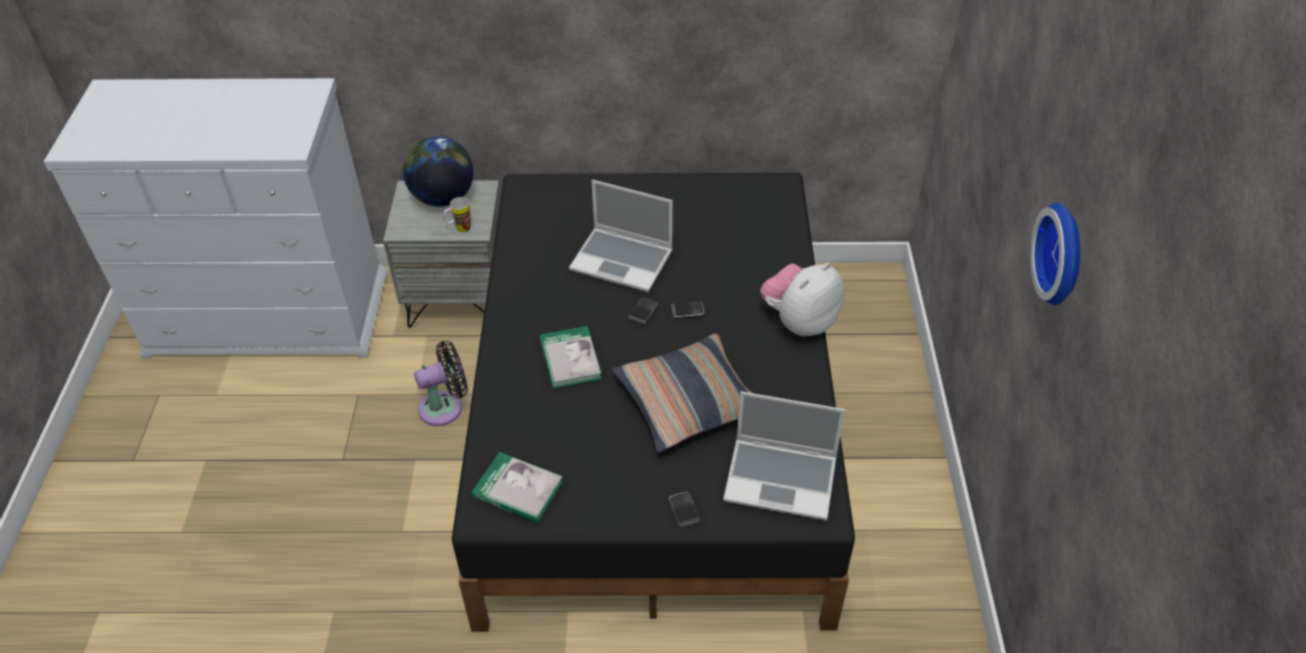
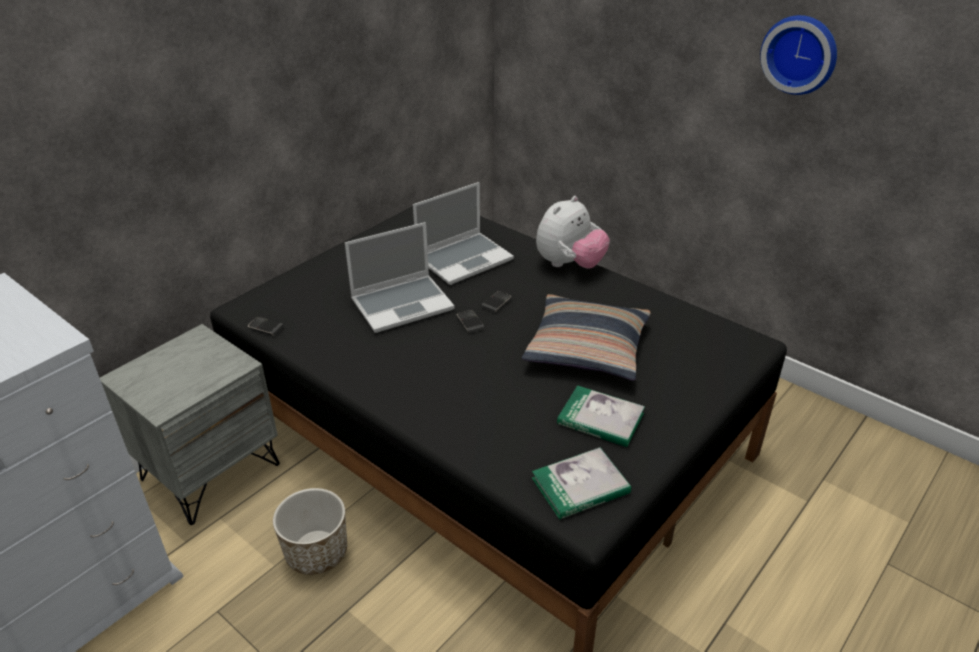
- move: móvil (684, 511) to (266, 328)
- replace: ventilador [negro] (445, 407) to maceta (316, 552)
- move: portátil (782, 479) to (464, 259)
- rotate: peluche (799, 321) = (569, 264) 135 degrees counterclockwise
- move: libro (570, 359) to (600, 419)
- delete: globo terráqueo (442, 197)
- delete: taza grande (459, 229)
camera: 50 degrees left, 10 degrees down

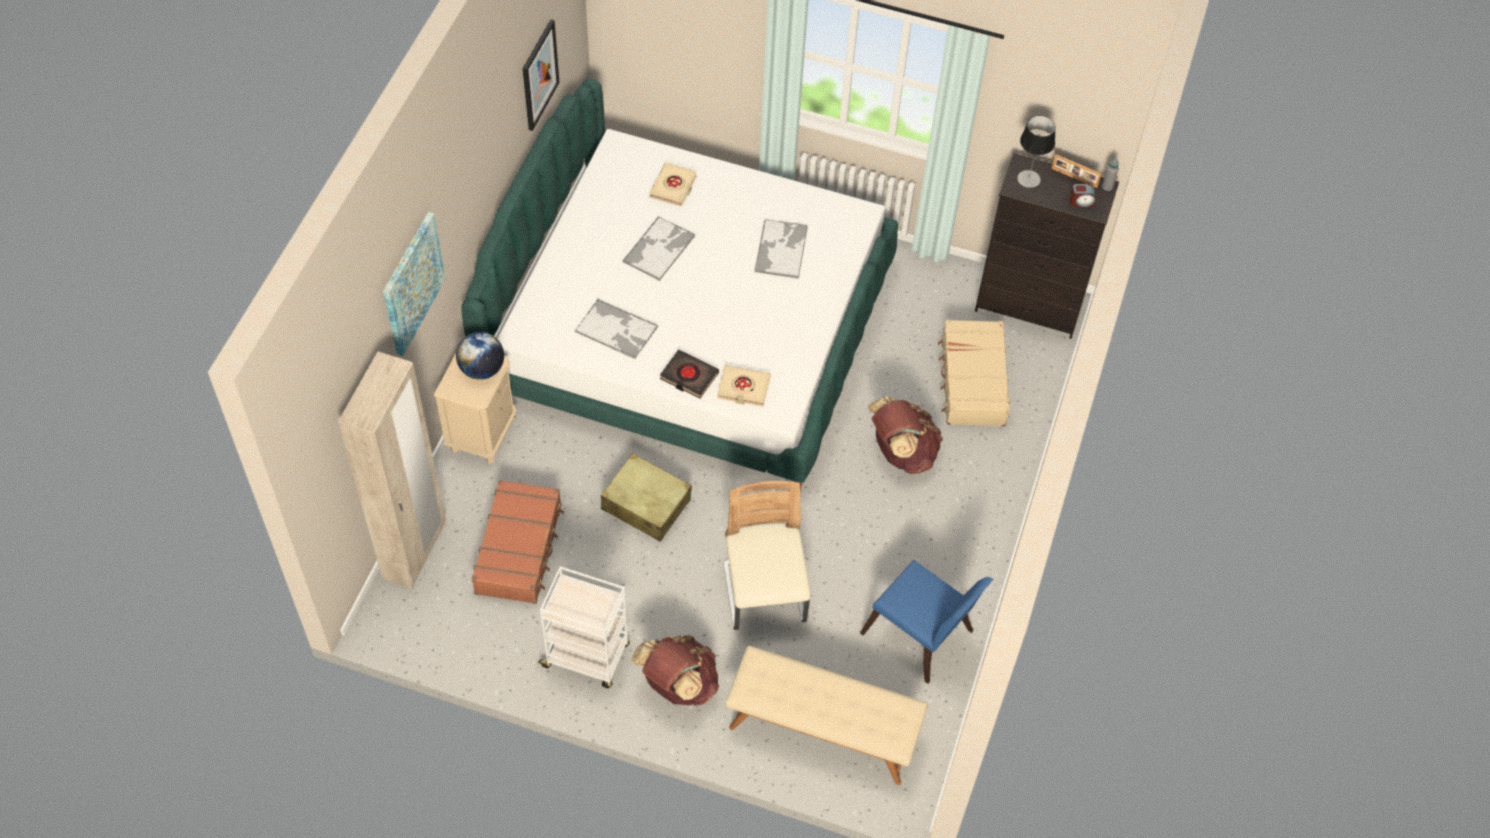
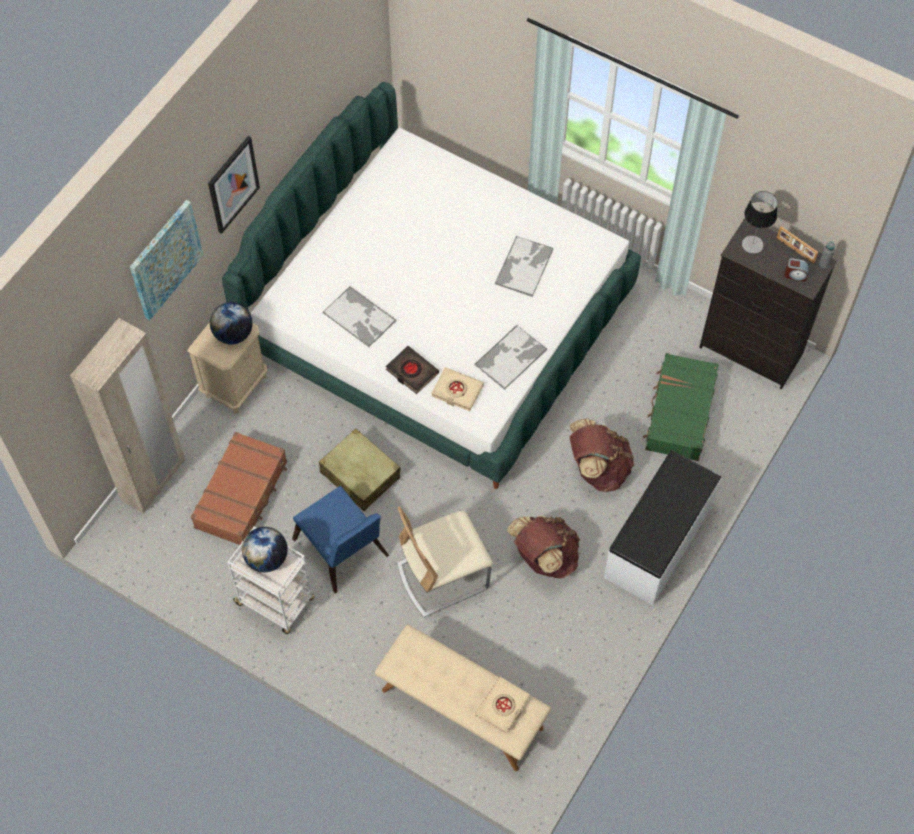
- move: cuadro (539, 75) to (233, 184)
- insert: globo terráqueo (267, 558)
- move: silla [azul] (921, 638) to (343, 553)
- rotate: silla [beis] (764, 594) = (442, 576) 120 degrees counterclockwise
- move: bandeja (659, 248) to (511, 357)
- move: libro [beis] (673, 187) to (503, 707)
- move: mochila [marrón] (678, 685) to (544, 557)
- insert: banco [blanco] (659, 542)
- recolor: maleta [beis] (972, 381) to maleta [verde] (679, 413)
camera: 15 degrees right, 5 degrees up

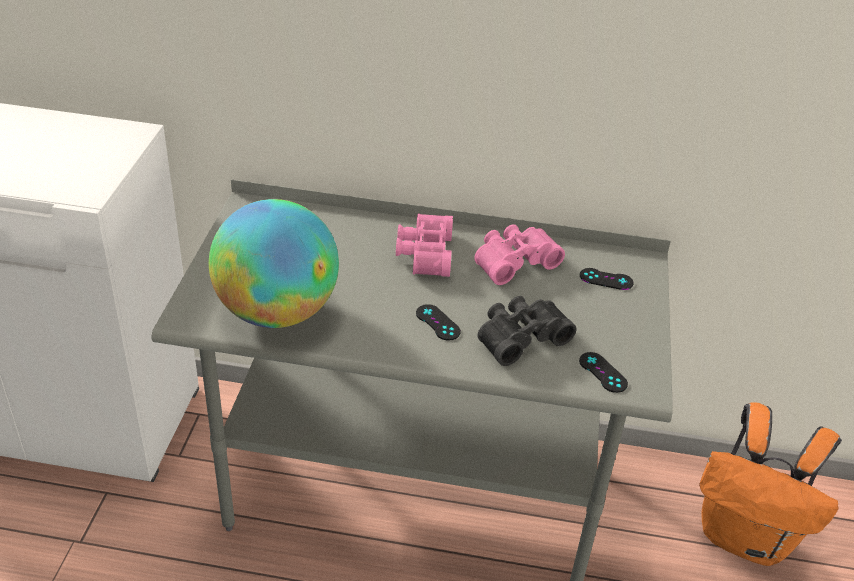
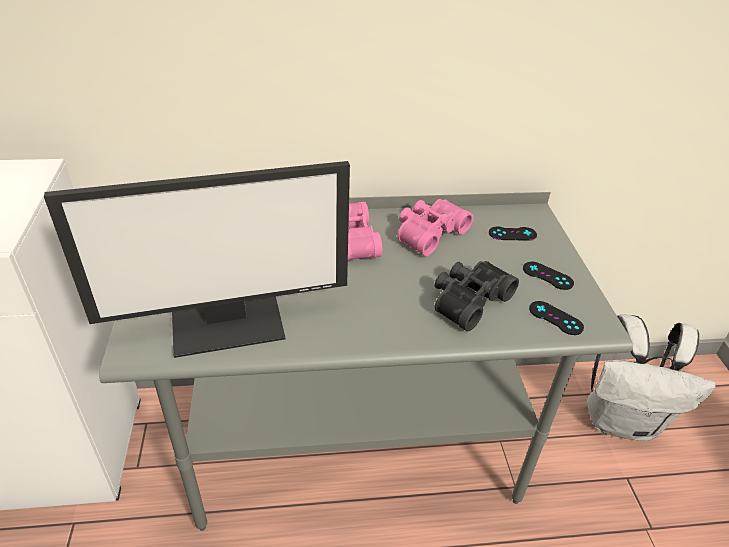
- replace: globo terráqueo (277, 311) to monitor (229, 323)
- move: mando de consola [negro] (437, 322) to (547, 276)
- recolor: mochila [naranja] (746, 537) to mochila [blanco] (622, 420)
camera: 15 degrees left, 0 degrees up

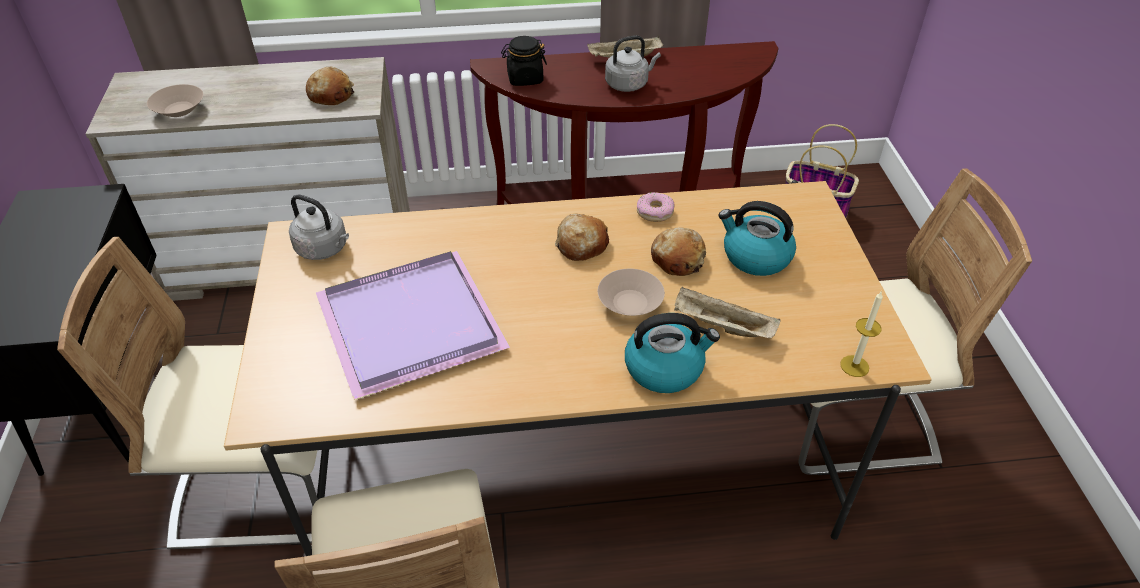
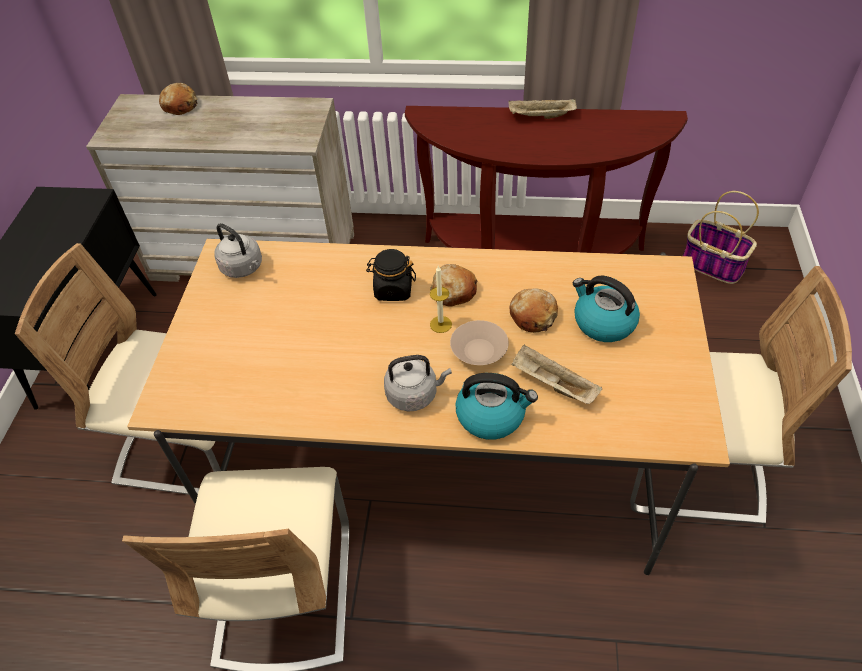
- move: pan (331, 95) to (180, 106)
- move: tarro [negro] (525, 78) to (393, 289)
- move: hervidor [gris] (628, 84) to (414, 394)
- move: vela (854, 366) to (440, 324)
- delete: cuenco [beis] (179, 110)
- delete: bandeja [morado] (408, 327)
- delete: rosquilla (655, 212)
camera: 15 degrees right, 5 degrees up

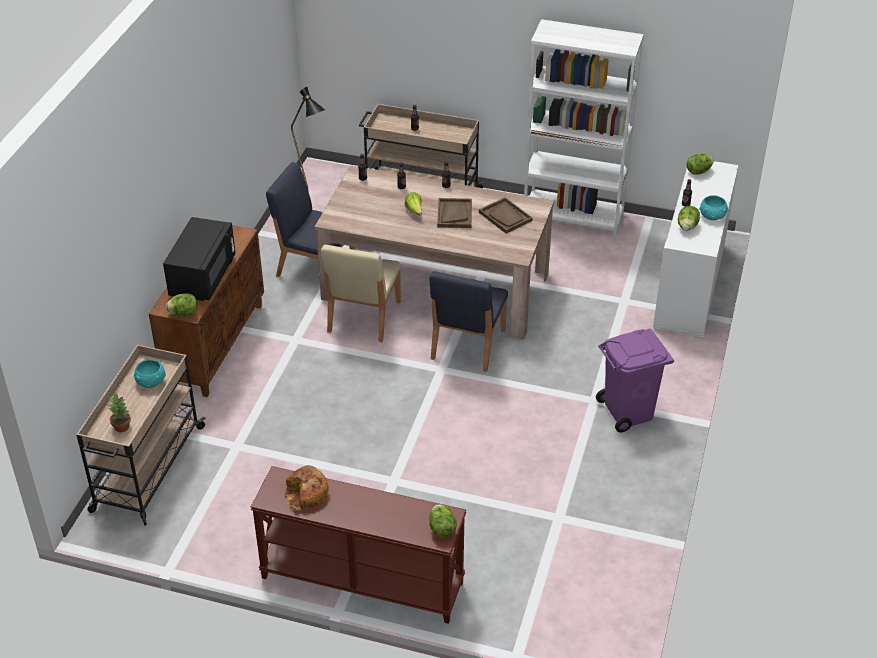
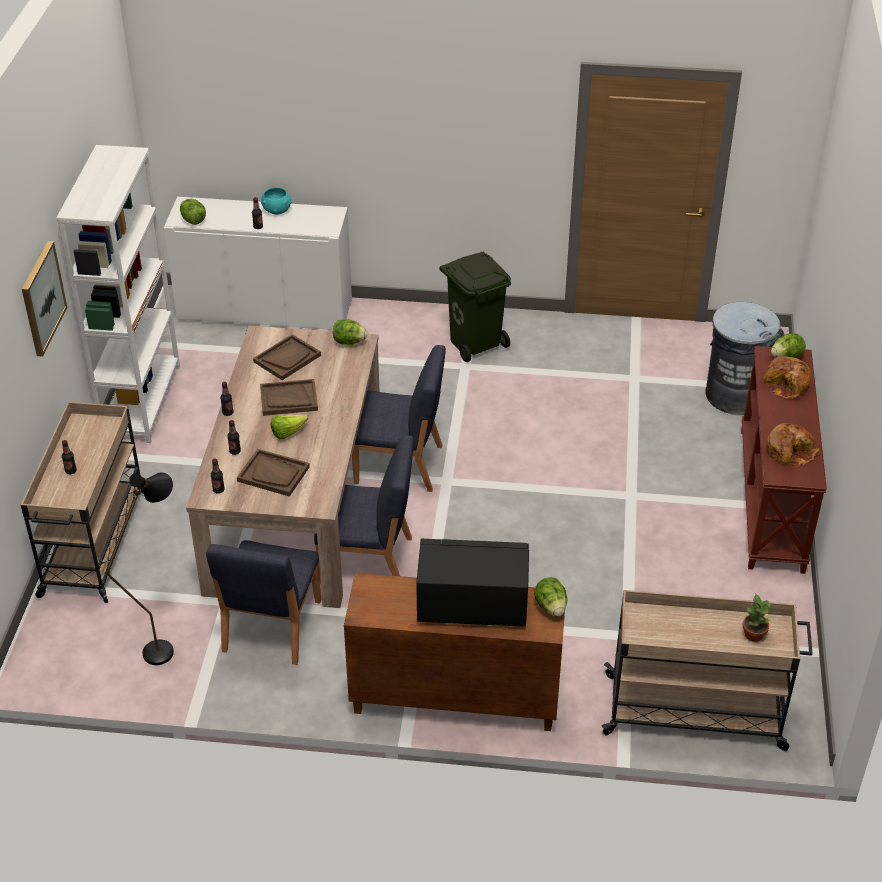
- insert: cuadro (42, 298)
- insert: bandeja [marrón] (273, 474)
- recolor: silla [beis] (363, 317) to silla [azul] (368, 561)
- move: lechuga (687, 227) to (349, 342)
- recolor: papelera [morado] (629, 412) to papelera [verde] (476, 343)
- insert: papelera [gris] (735, 395)
- insert: pan (787, 384)
- delete: cuenco [turquesa] (150, 382)
camera: 100 degrees left, 0 degrees up

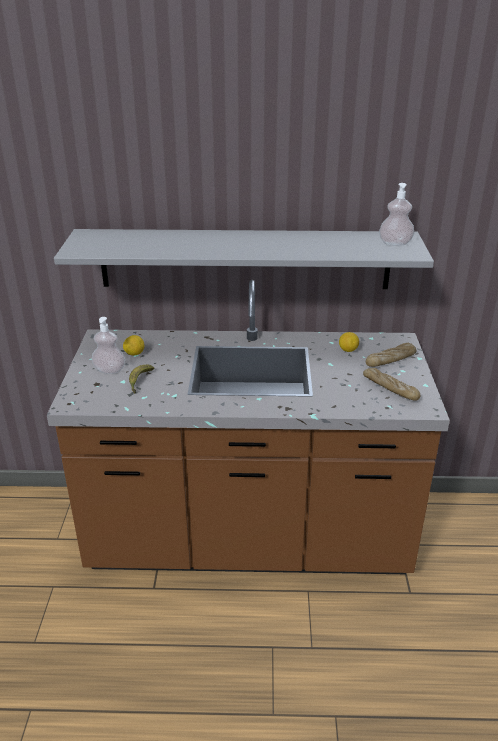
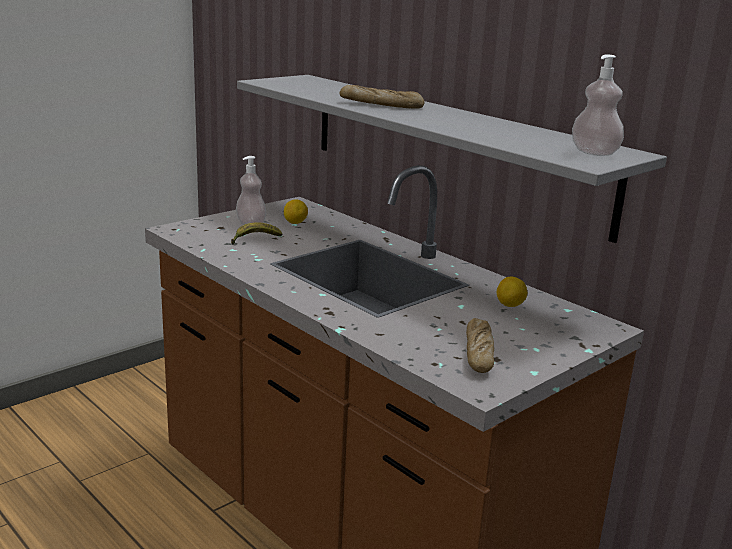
- move: pan (390, 360) to (381, 105)
camera: 45 degrees right, 10 degrees down

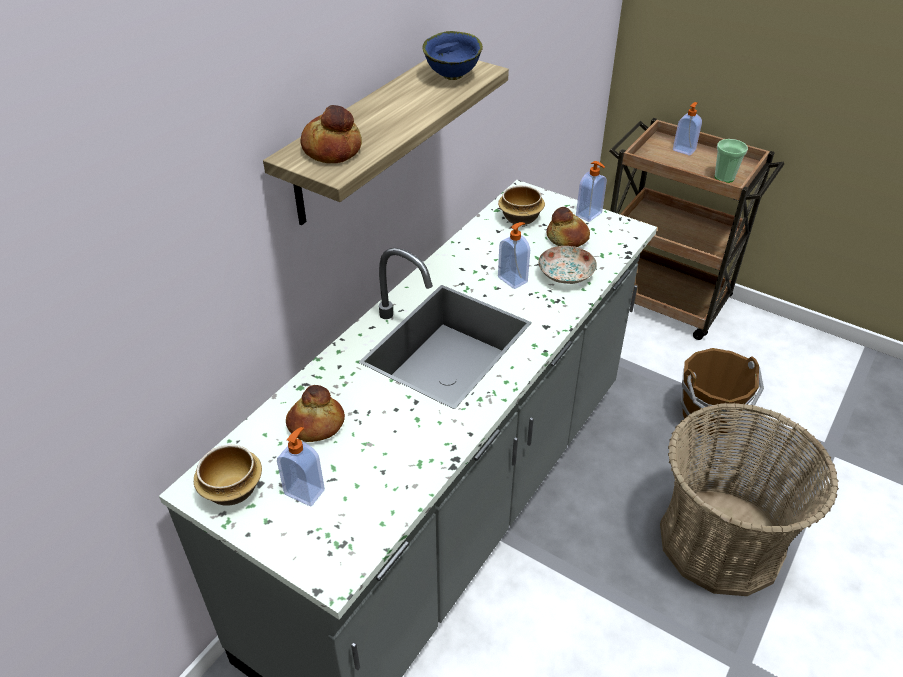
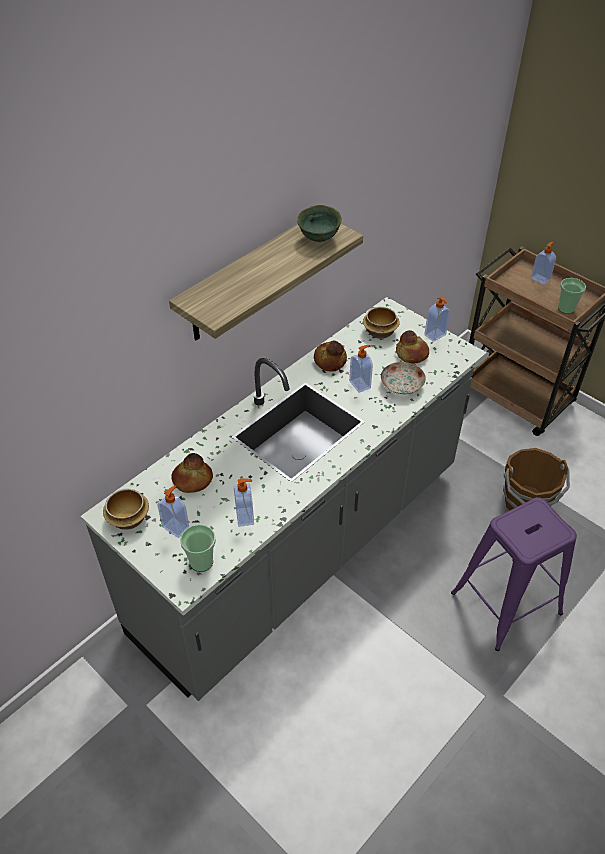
- insert: taza (201, 562)
- insert: dispensador de jabón (245, 517)
- recolor: cuenco [azul] (453, 76) to cuenco [verde] (320, 239)
- move: pan (333, 149) to (330, 361)
- replace: cesta (721, 541) to taburete [morado] (506, 603)
camera: 10 degrees right, 5 degrees up

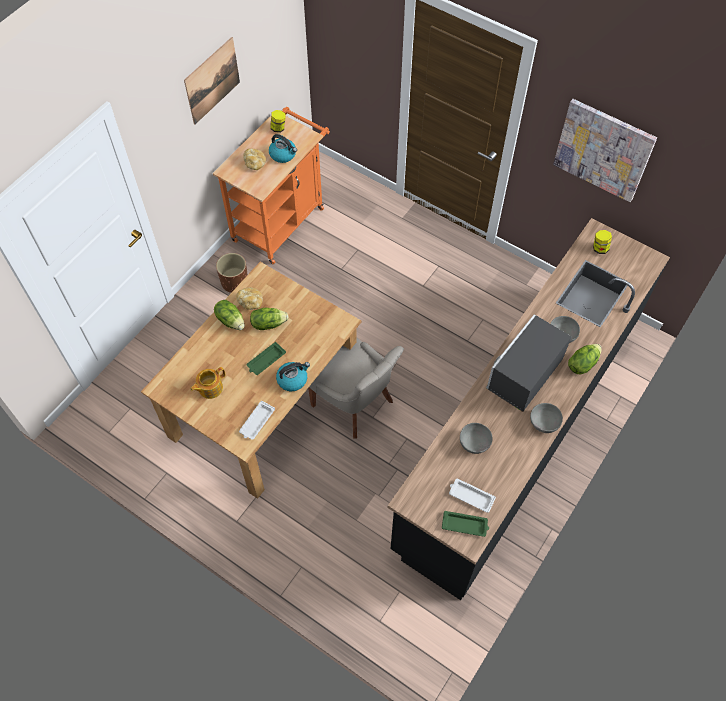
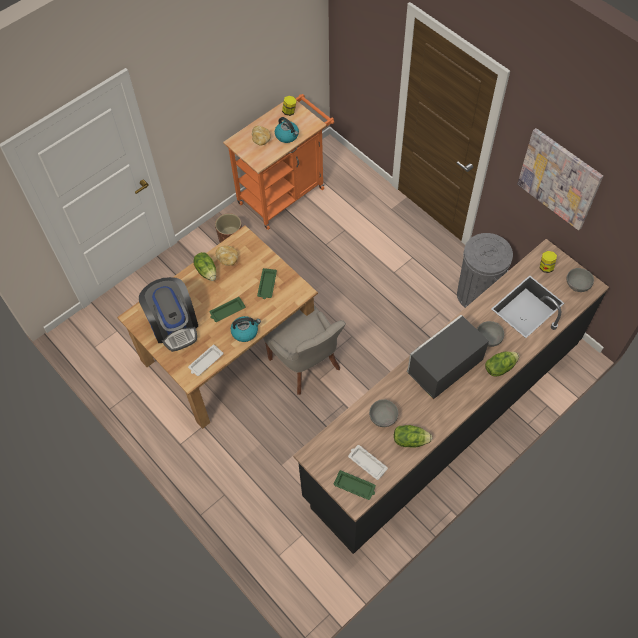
- replace: tetera (210, 388) to cafetera (174, 325)
- insert: bandeja [verde] (267, 285)
- move: lechuga (268, 323) to (410, 440)
- insert: papelera [gris] (476, 294)
- move: cuenco [gris] (543, 423) to (576, 285)
- delete: cuadro (212, 81)
camera: 15 degrees right, 0 degrees up

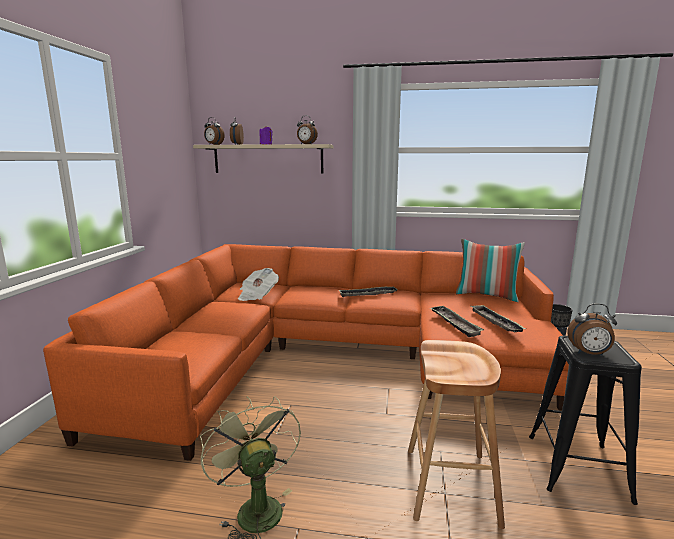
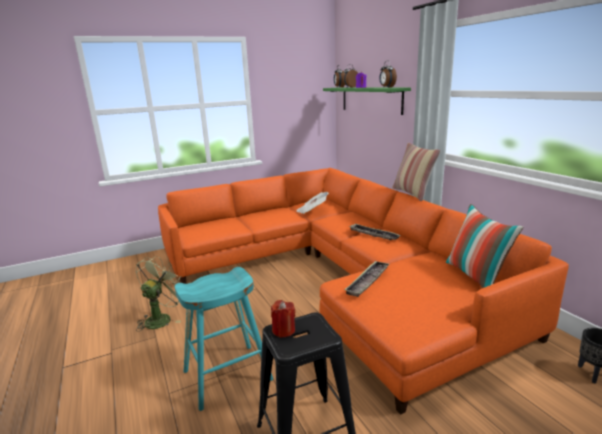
- recolor: taburete [marrón] (450, 484) to taburete [turquesa] (227, 375)
- replace: despertador (589, 354) to vela [rojo] (283, 330)
- recolor: estante [beis] (268, 159) to estante [verde] (370, 99)
- insert: cojín (412, 193)
- delete: bandeja (495, 322)
camera: 55 degrees right, 5 degrees up

